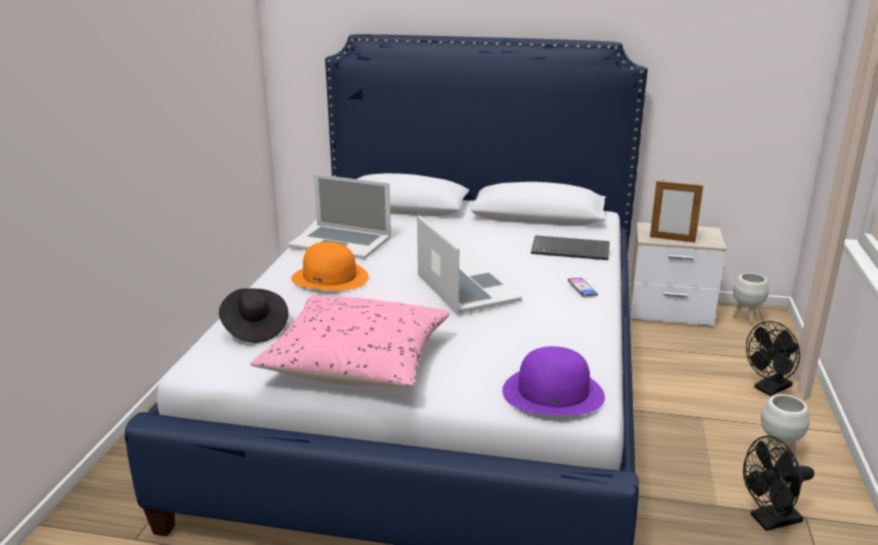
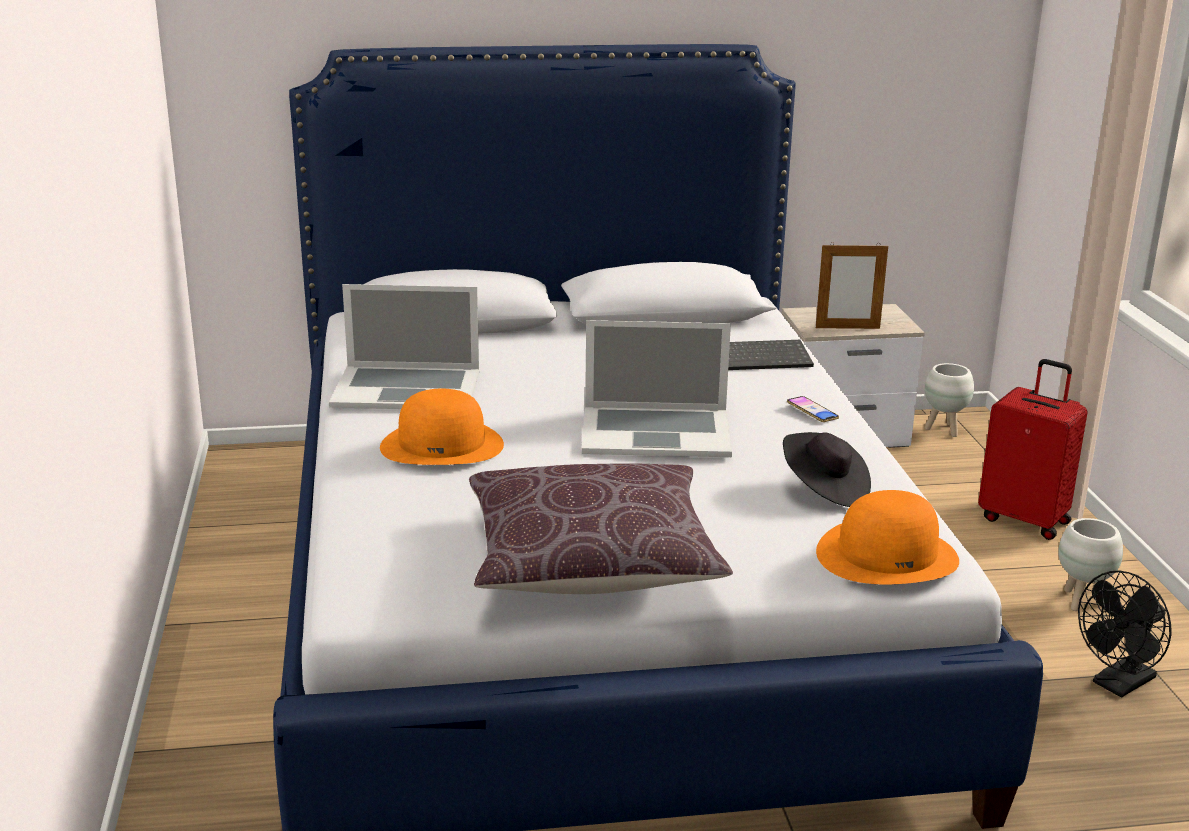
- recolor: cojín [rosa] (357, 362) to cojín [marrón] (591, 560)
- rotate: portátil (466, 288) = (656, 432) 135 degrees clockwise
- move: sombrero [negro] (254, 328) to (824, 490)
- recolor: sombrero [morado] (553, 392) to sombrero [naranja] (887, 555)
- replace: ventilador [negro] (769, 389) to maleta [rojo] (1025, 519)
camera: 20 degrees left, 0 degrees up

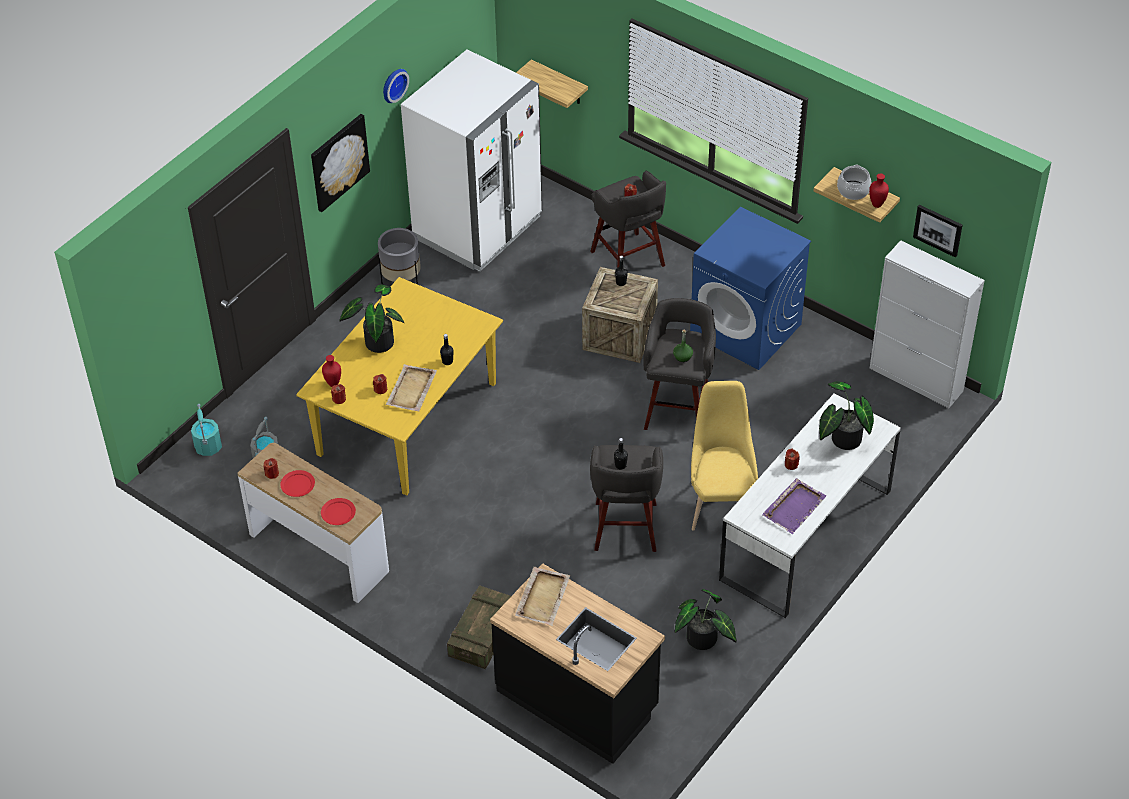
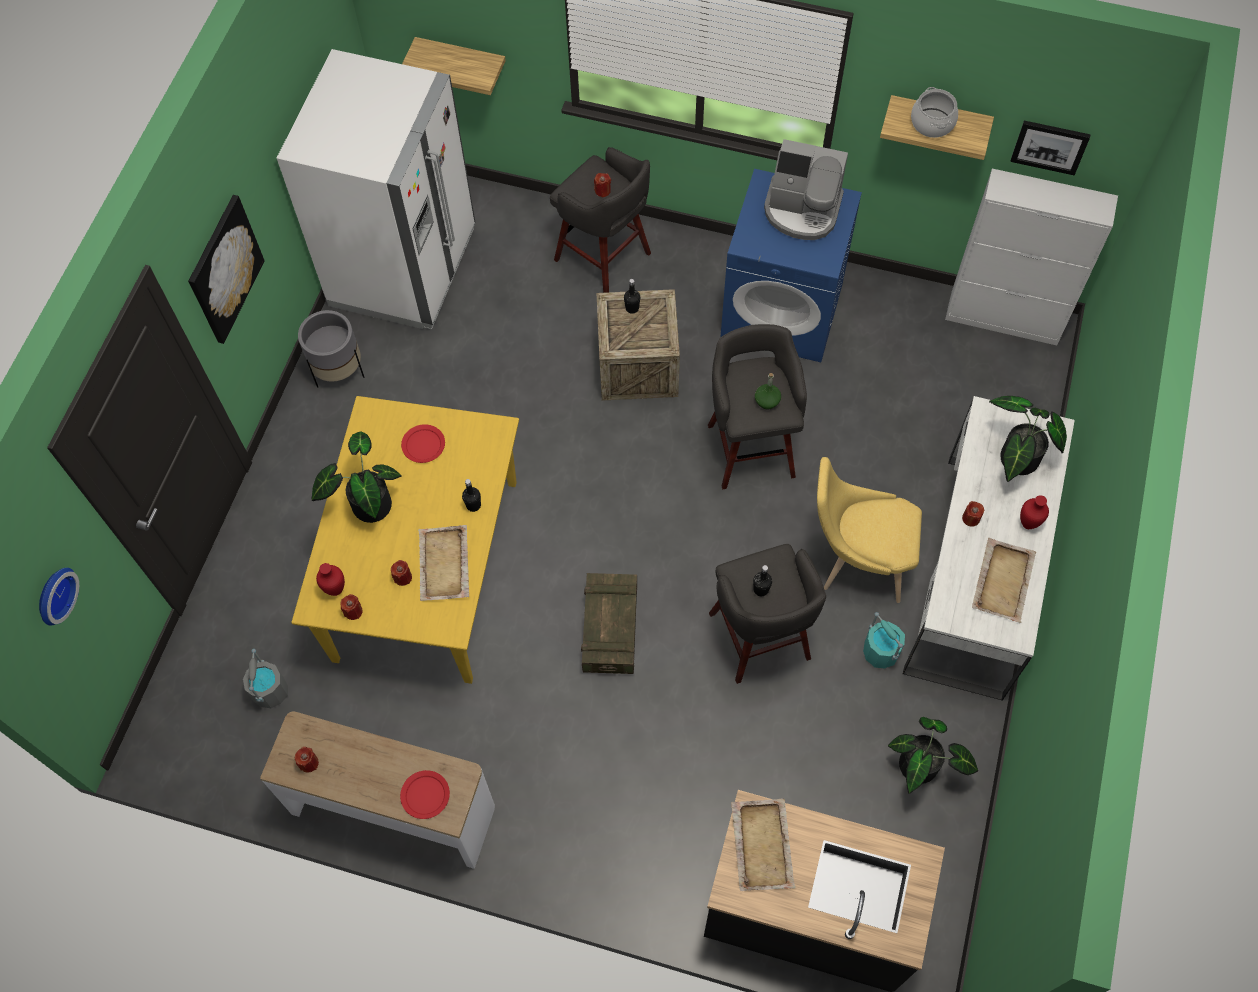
- move: reloj de pared (393, 84) to (53, 595)
- move: plato [rojo] (297, 485) to (423, 445)
- move: caja de embalaje (482, 635) to (610, 630)
- insert: cafetera (802, 210)
- rotate: silla [amarillo] (721, 501) = (856, 561) 60 degrees counterclockwise
- move: cubo [turquesa] (208, 446) to (880, 651)
- recolor: bandeja [morado] (794, 507) to bandeja [beis] (1003, 580)
- move: florero [rojo] (877, 204) to (1028, 523)
camera: 20 degrees left, 15 degrees up

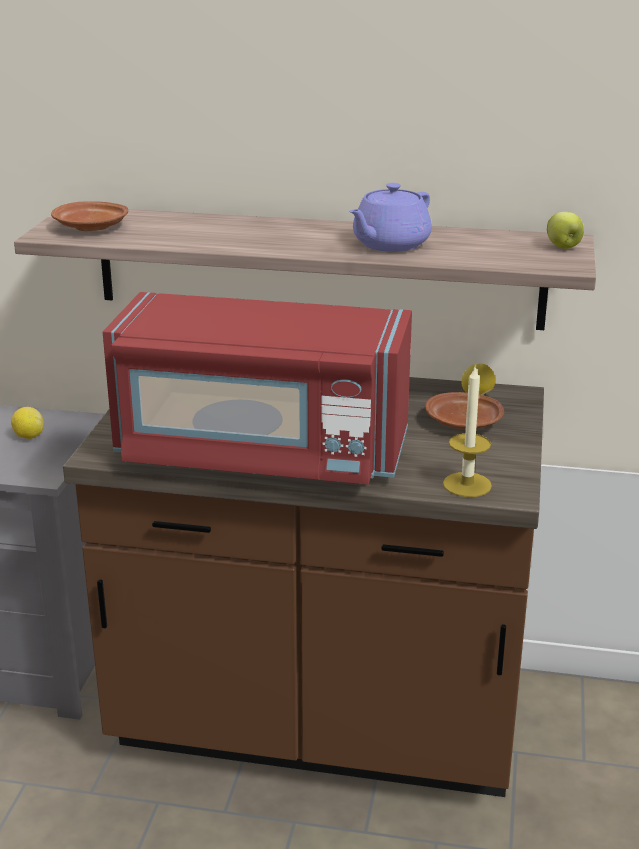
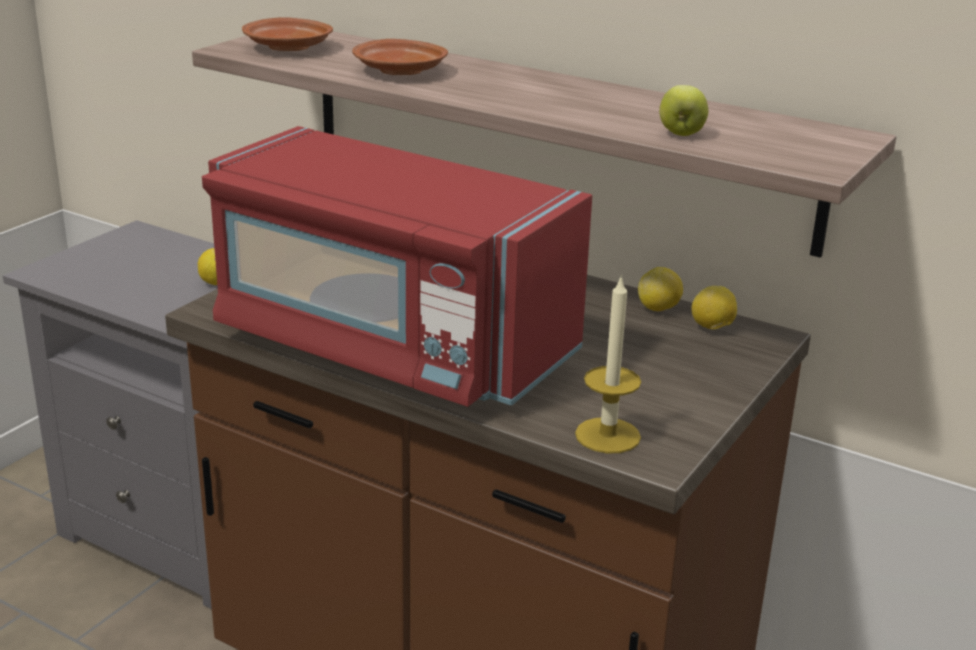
- move: plato [marrón] (464, 423) to (400, 71)
- insert: limón (659, 309)
- move: manzana (563, 247) to (681, 134)
- delete: tetera [morado] (389, 244)
camera: 20 degrees right, 0 degrees up

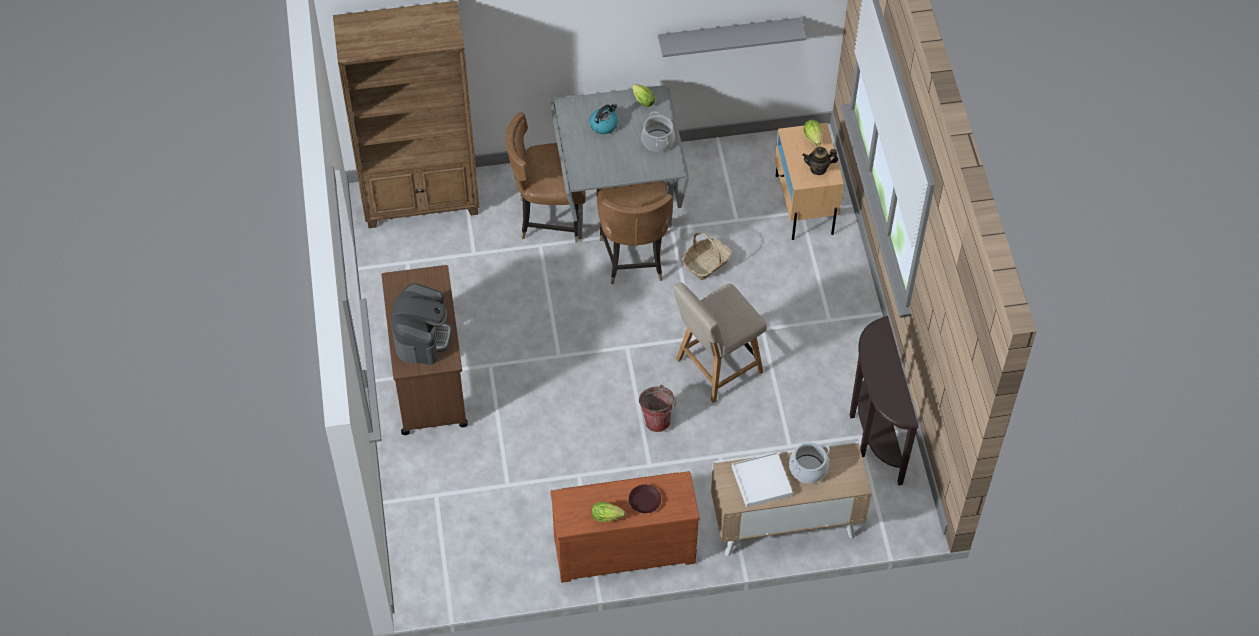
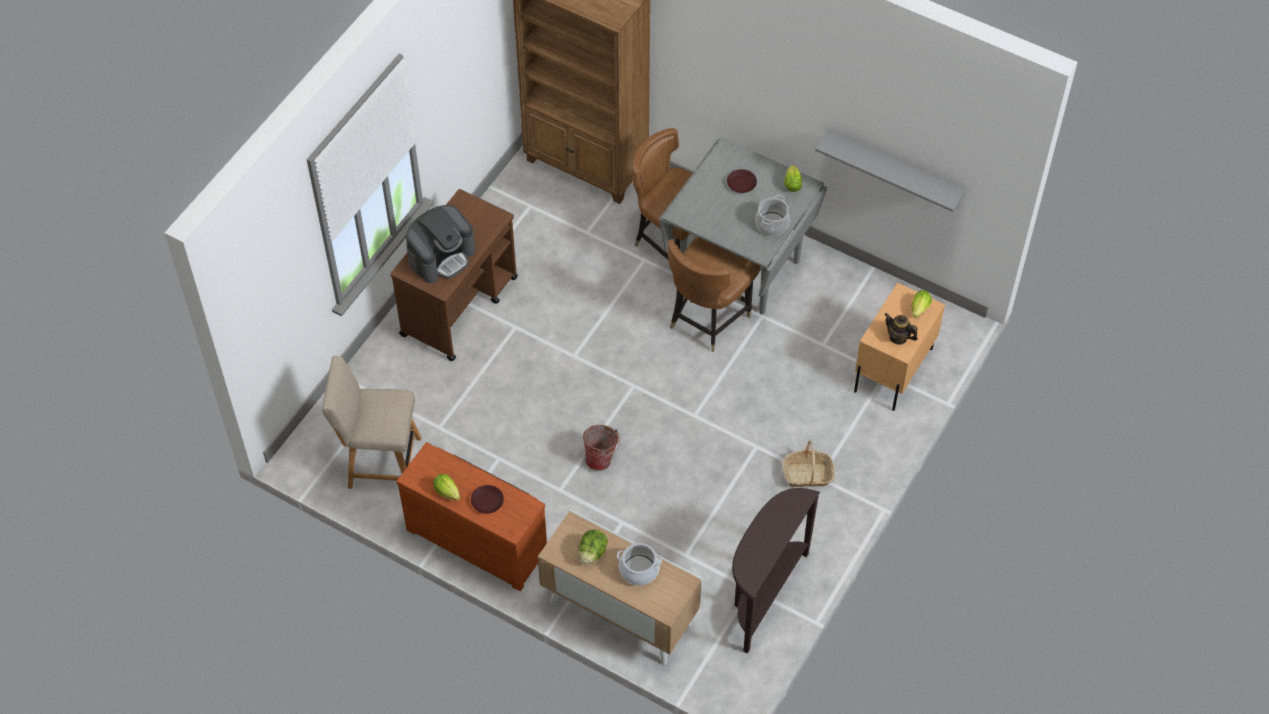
- move: silla [beis] (715, 368) to (380, 462)
- replace: bandeja [blanco] (761, 481) to lechuga (592, 552)
- replace: hervidor (604, 124) to plato [marrón] (741, 183)
- move: cesta (706, 263) to (808, 474)
camera: 40 degrees right, 0 degrees up

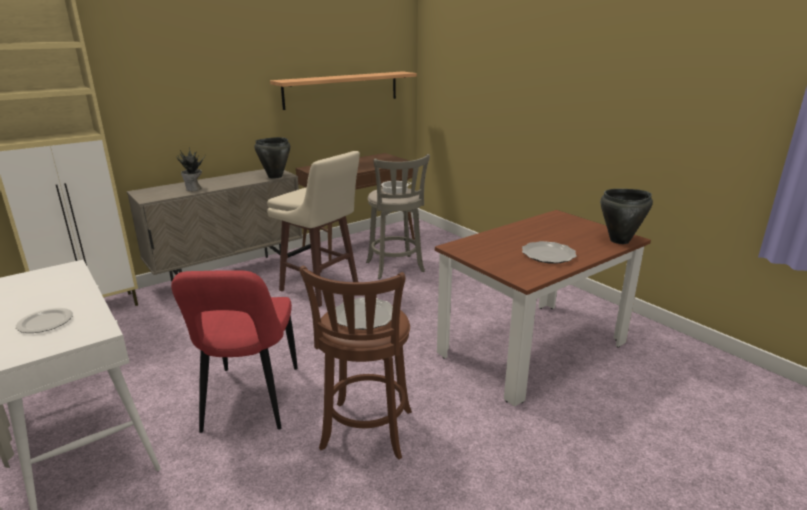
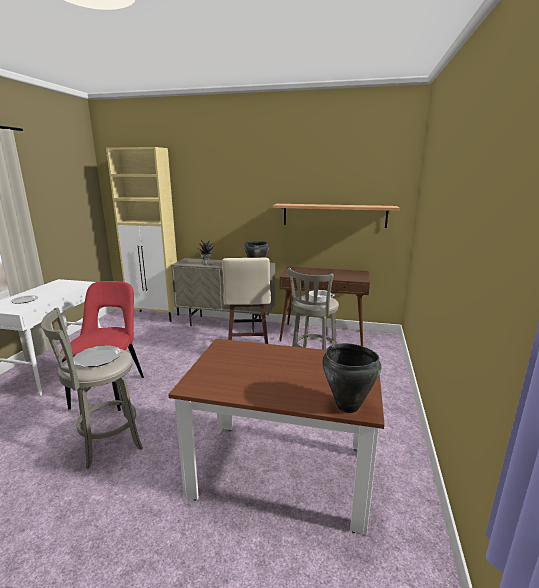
- recolor: taburete [marrón] (366, 433) to taburete [gris] (106, 442)
- rotate: silla [rojo] (250, 402) = (111, 390) 135 degrees clockwise
- delete: plato (548, 255)
camera: 50 degrees right, 5 degrees down

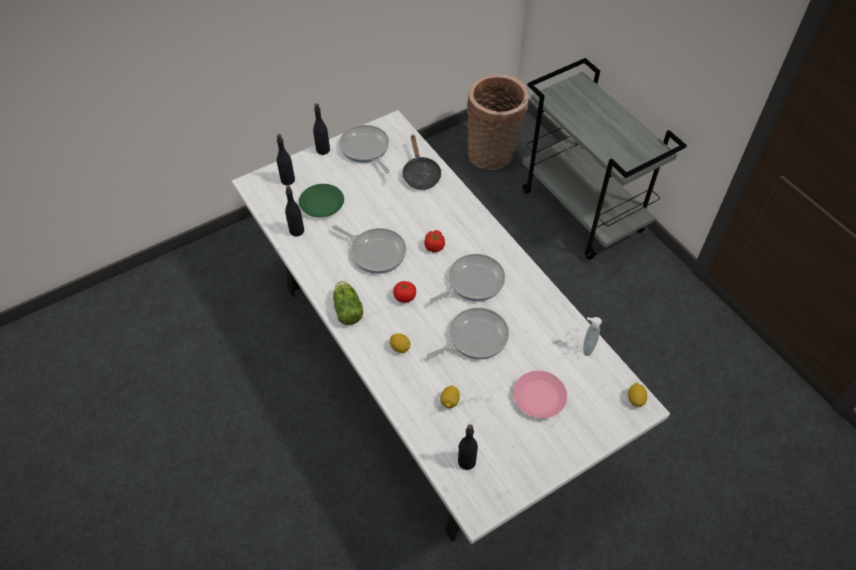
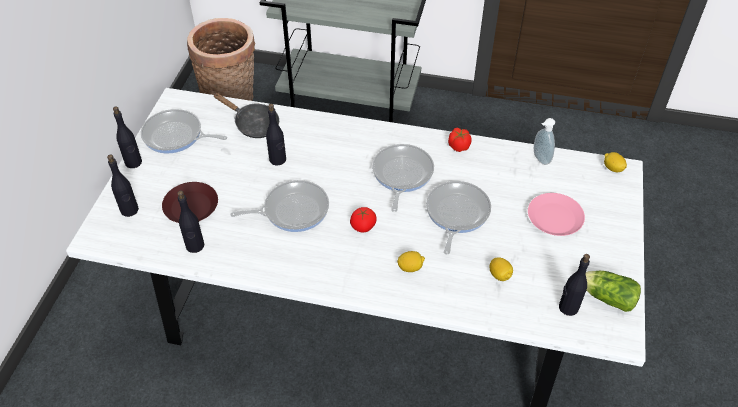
- recolor: plato [verde] (321, 204) to plato [marrón] (190, 207)
- insert: botella [negro] (278, 160)
- move: tomate (434, 246) to (458, 146)
- move: lechuga (347, 308) to (605, 297)
camera: 45 degrees left, 5 degrees down

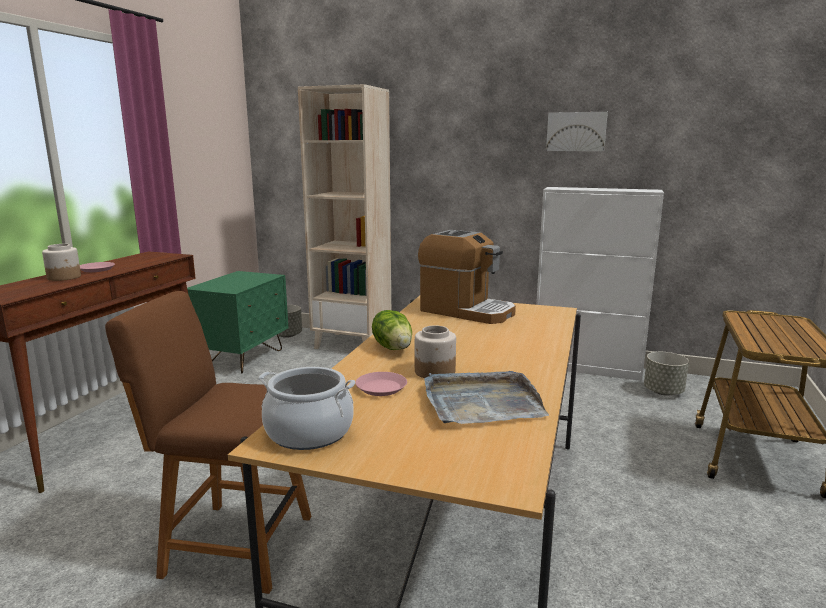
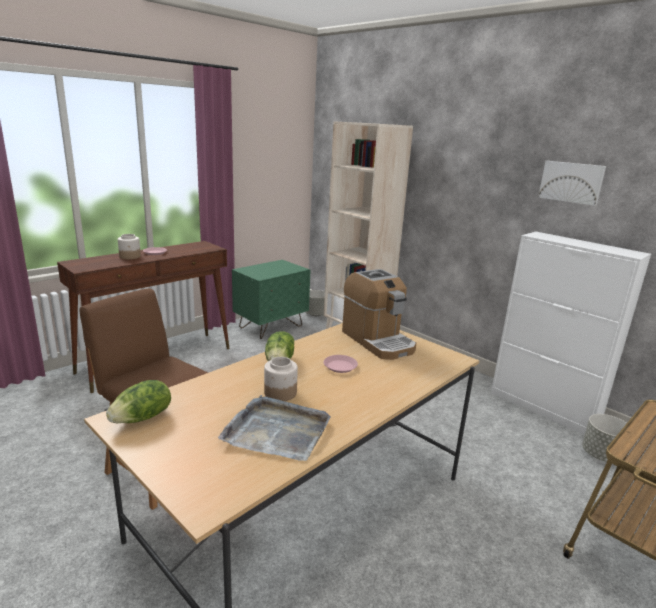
- replace: olla (309, 432) to lechuga (143, 418)
- move: plato [rosa] (381, 388) to (340, 366)
camera: 25 degrees right, 5 degrees up

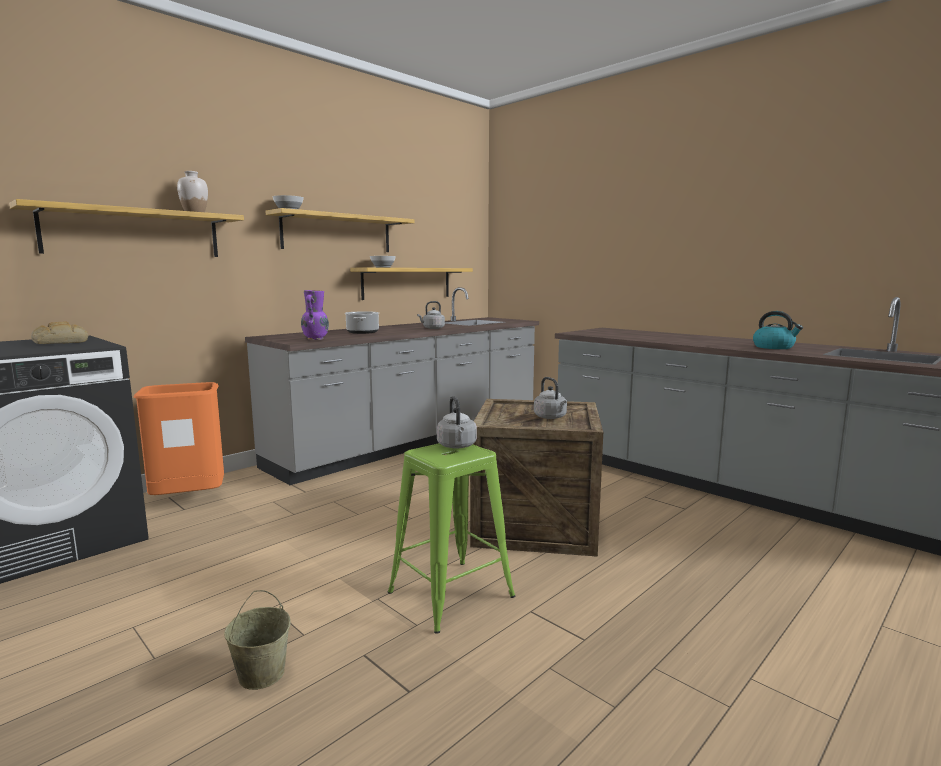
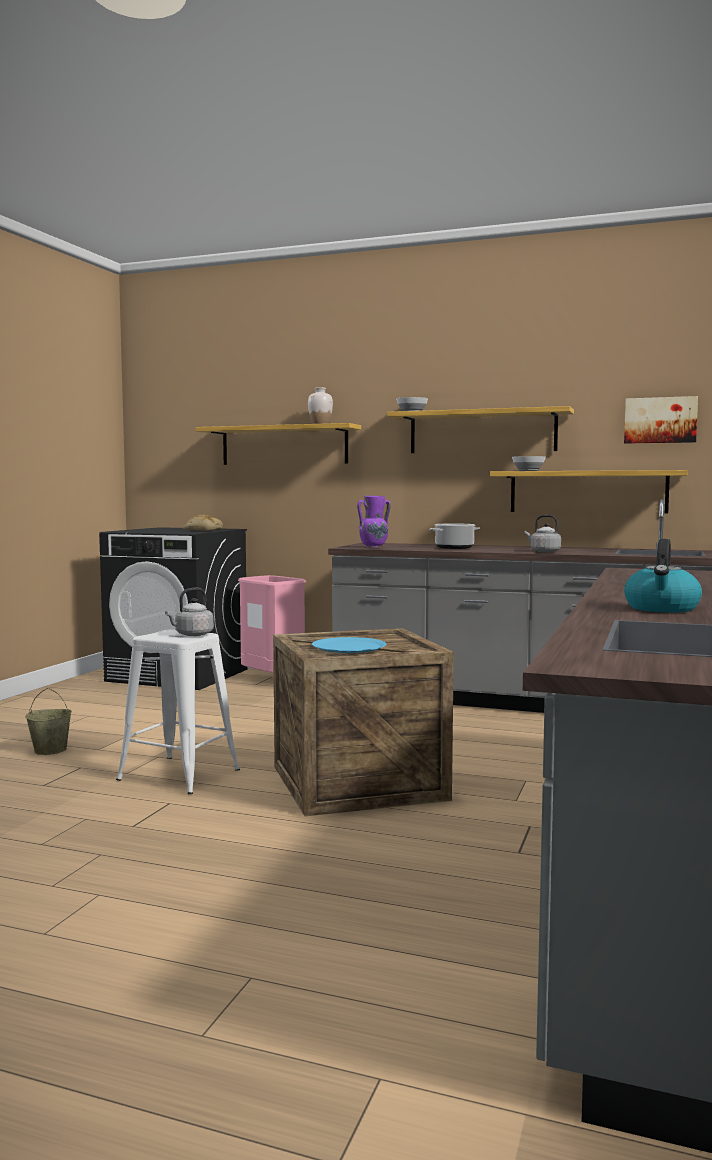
- recolor: taburete [verde] (450, 595) to taburete [blanco] (178, 774)
- recolor: papelera [naranja] (189, 500) to papelera [rosa] (273, 681)
- replace: hervidor [gris] (551, 417) to plato [azul] (349, 647)
- insert: cuadro (660, 420)
camera: 65 degrees right, 5 degrees down

